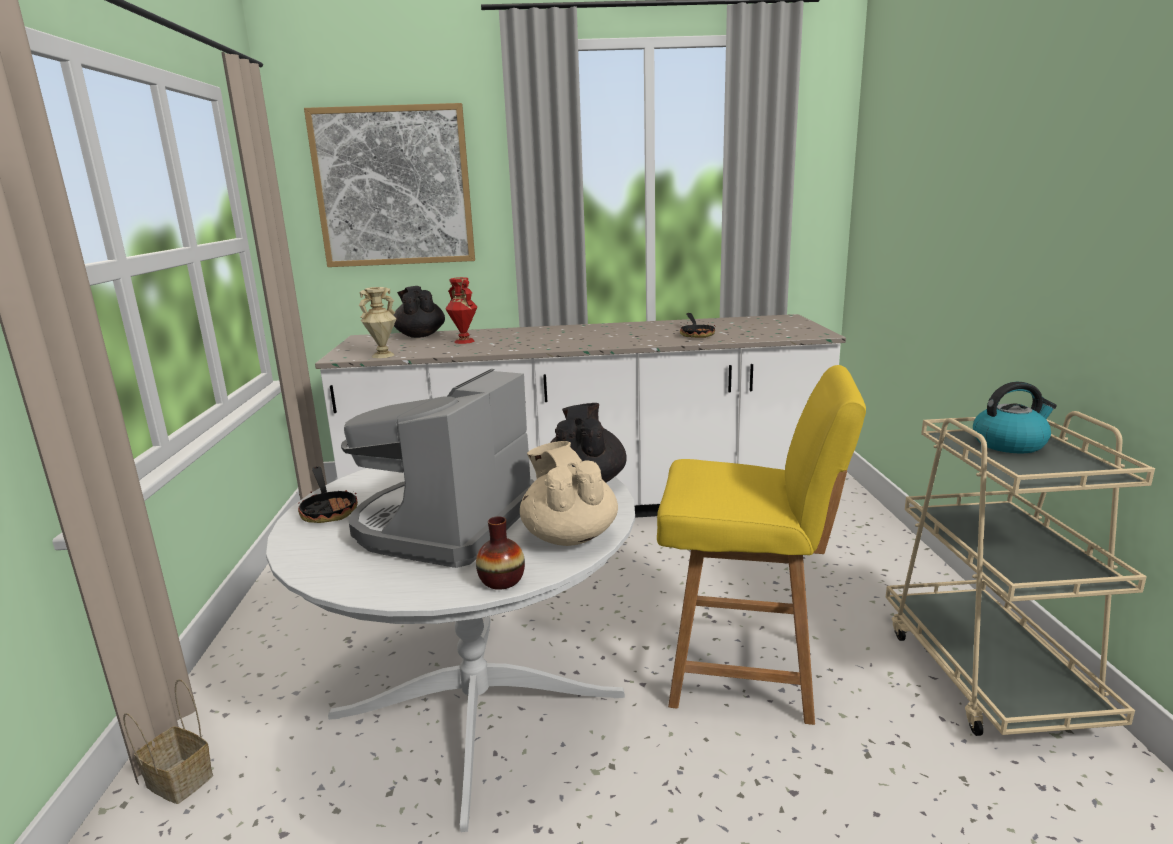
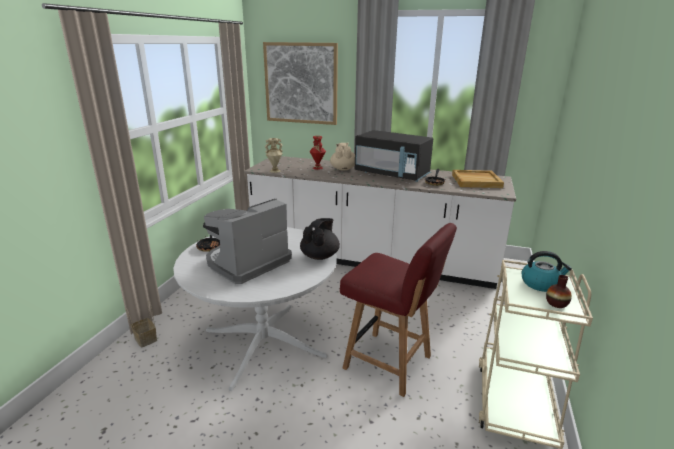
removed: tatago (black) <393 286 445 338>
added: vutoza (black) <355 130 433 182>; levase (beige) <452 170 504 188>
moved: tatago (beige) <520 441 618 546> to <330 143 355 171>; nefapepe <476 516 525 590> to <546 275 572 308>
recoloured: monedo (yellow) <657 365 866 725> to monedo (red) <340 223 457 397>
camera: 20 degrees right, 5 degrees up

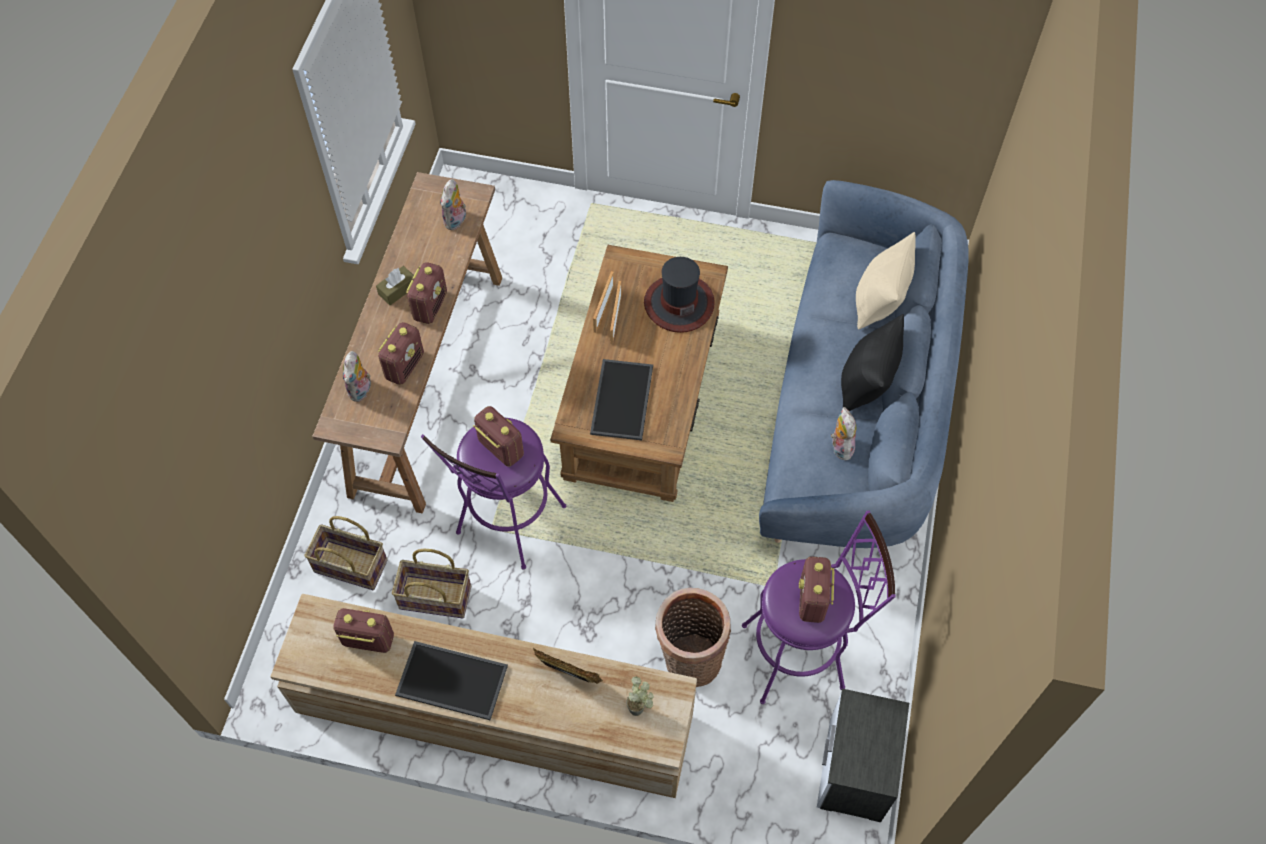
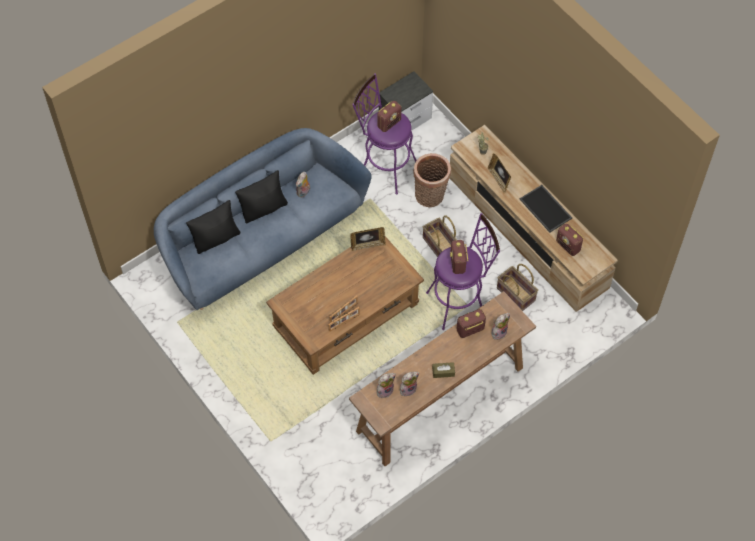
removed: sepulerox <644 257 715 333>; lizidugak <406 262 447 324>; levase <590 359 653 440>
added: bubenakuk <350 227 386 251>; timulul <400 372 420 396>
moved: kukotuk <304 516 388 590> to <423 215 457 257>
recoloured: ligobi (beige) <856 232 916 330> to ligobi (black) <186 200 240 254>
camera: 140 degrees left, 0 degrees up

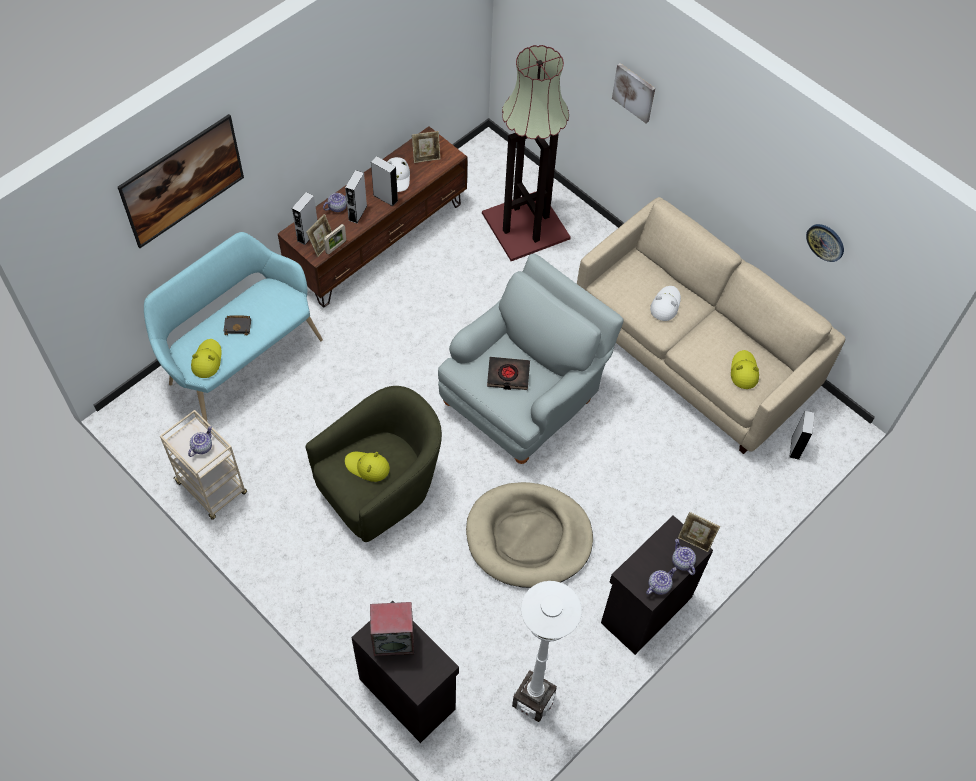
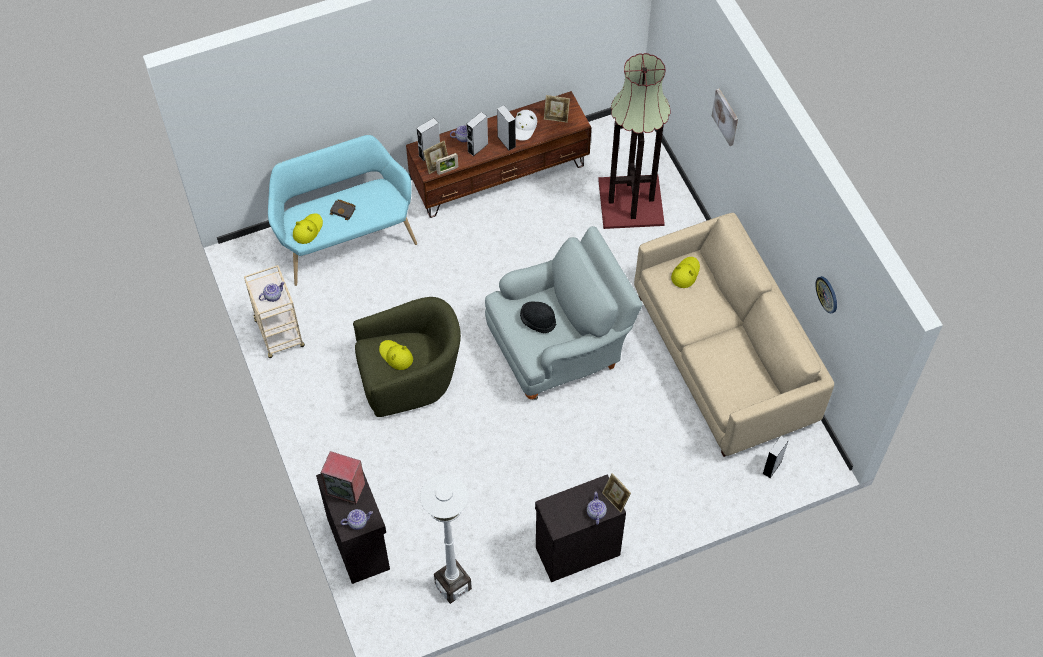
removed: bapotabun <118 114 244 248>; sepulerox (white) <650 286 681 321>; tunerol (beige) <466 482 593 588>
moved: sepulerox (yellow) <731 350 759 389> to <671 257 700 288>; tatago <646 567 676 595> to <341 509 373 530>
replaced: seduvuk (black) <487 357 530 390> to sepulerox (black) <520 301 556 333>
camera: 25 degrees right, 0 degrees up

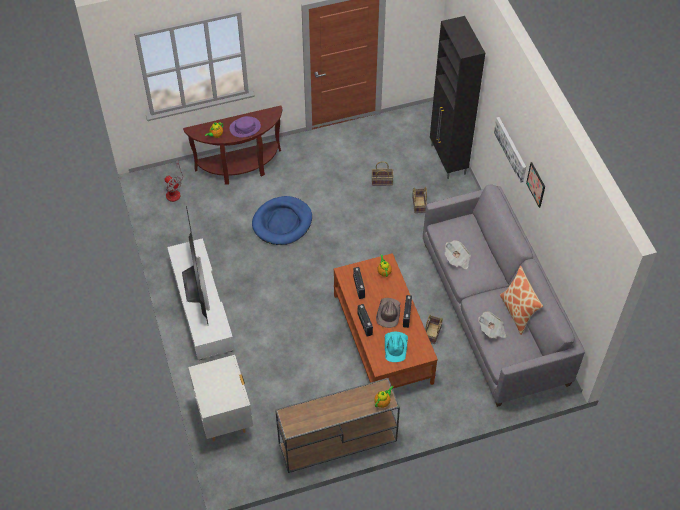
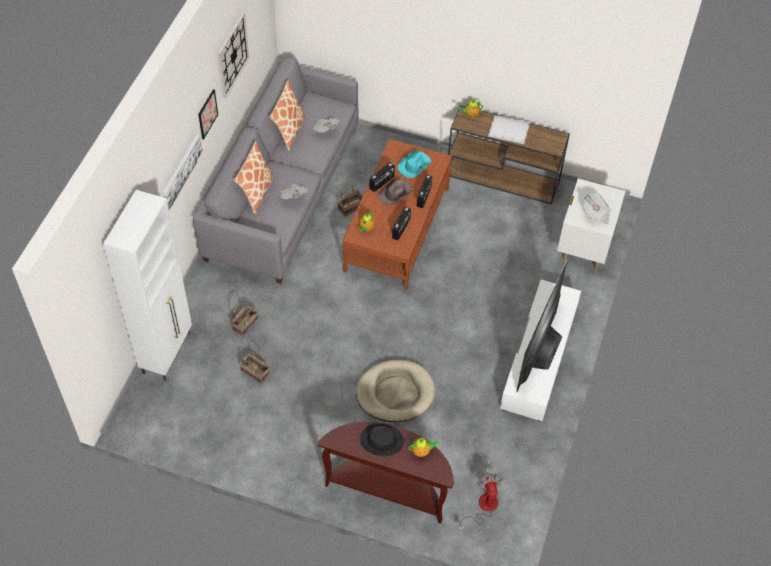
added: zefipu <218 13 249 99>; levase (white) <488 115 530 144>; ligobi <234 141 275 215>; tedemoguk <583 192 611 224>
recoloured: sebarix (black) <430 16 485 179> to sebarix (white) <103 190 192 381>; sepulerox (purple) <229 116 261 138> to sepulerox (black) <360 423 404 456>; tunerol (blue) <252 196 312 245> to tunerol (beige) <356 360 435 422>
camera: 145 degrees left, 0 degrees up

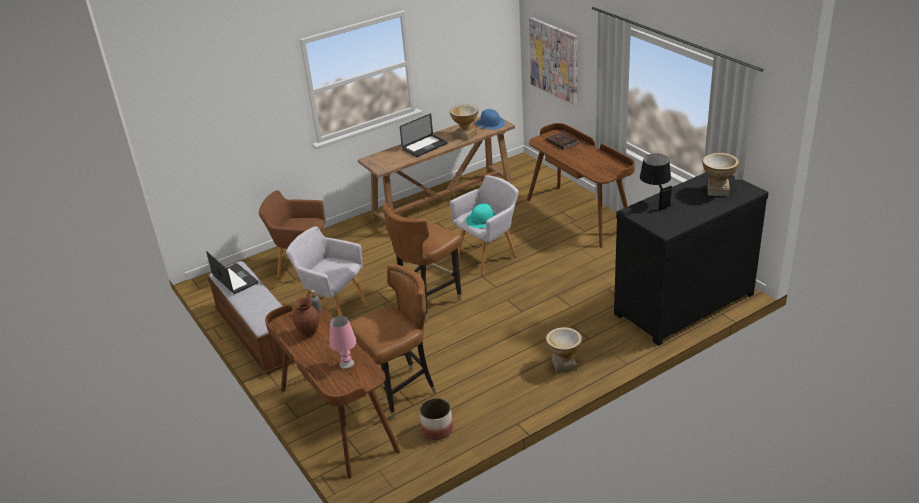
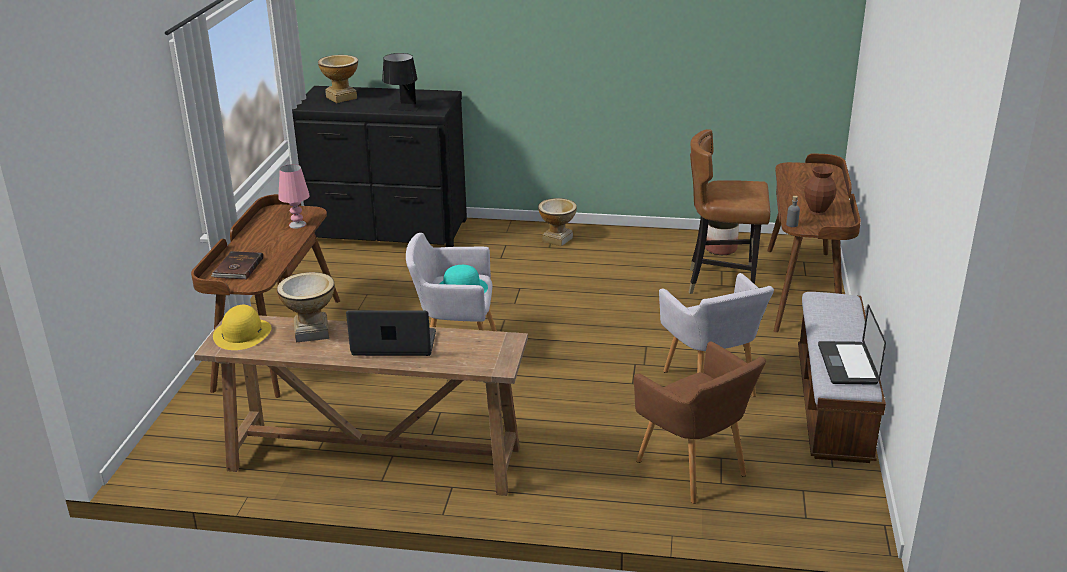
removed: bapotabun <529 17 578 105>; monedo (brown) <383 203 462 322>
moved: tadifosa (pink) <329 316 357 369> to <278 164 310 229>
recoloured: sepulerox (blue) <476 109 505 130> to sepulerox (yellow) <213 305 272 350>
camera: 140 degrees left, 5 degrees down

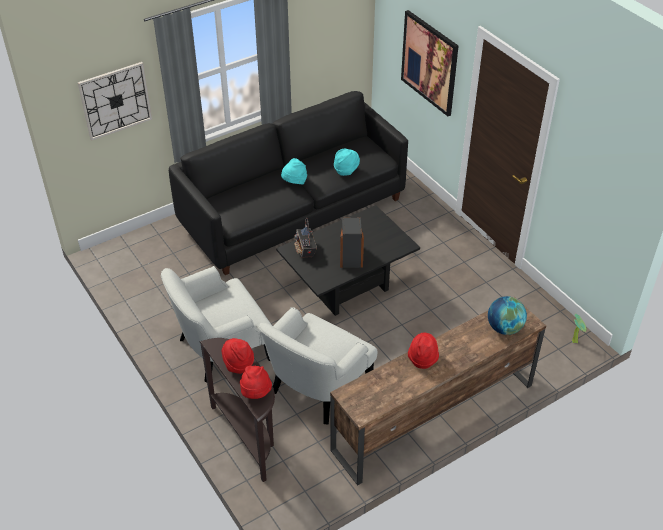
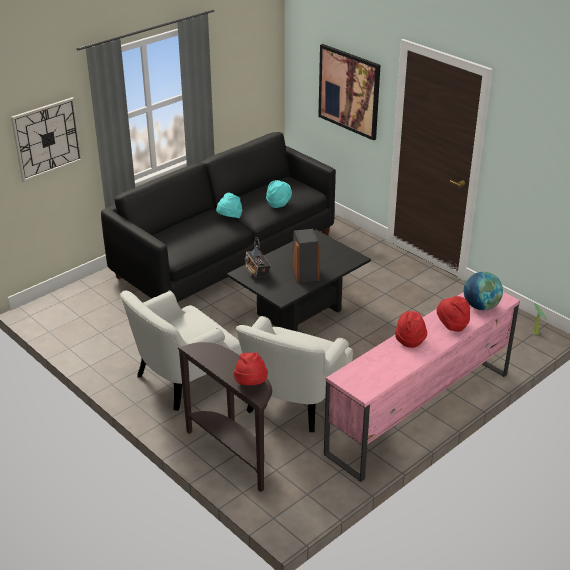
moved: sepulerox (red) <221 338 254 374> to <437 296 470 332>
recoloured: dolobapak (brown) <330 297 546 486> to dolobapak (pink) <324 292 520 482>
camera: 10 degrees left, 10 degrees down

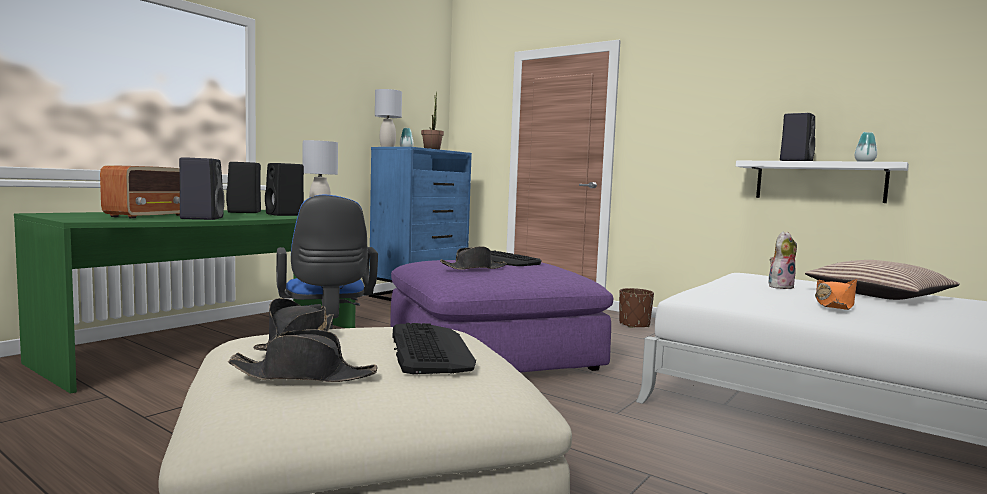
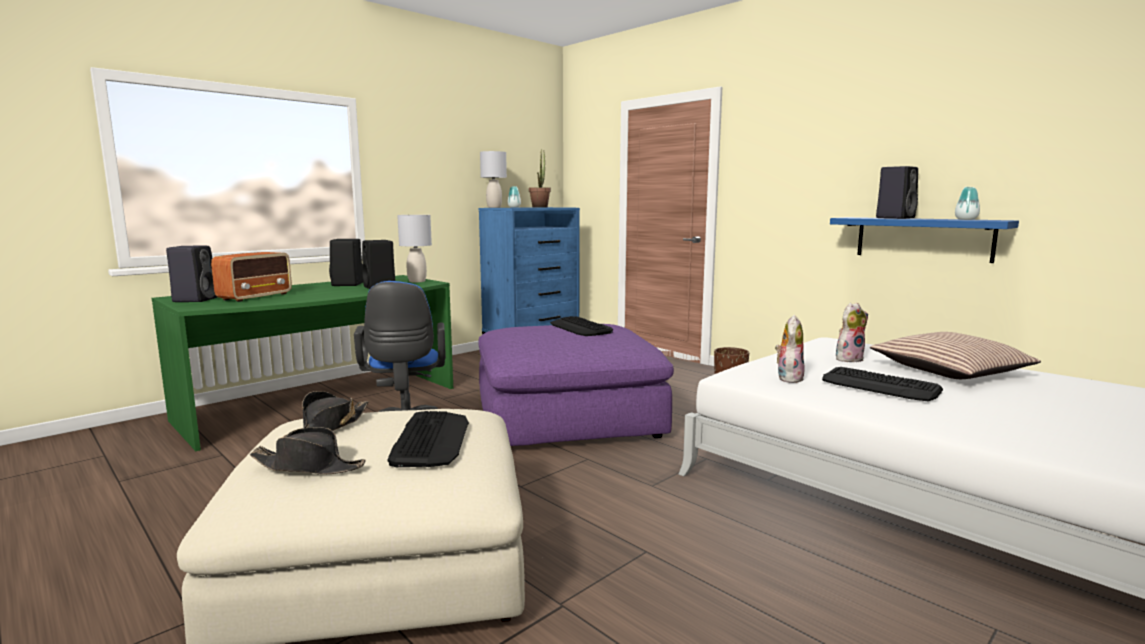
removed: sepulerox (black) <440 246 507 270>
added: timulul <775 315 804 383>
moved: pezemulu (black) <179 157 224 220> to <166 246 217 302>
replaced: sepulerox (orange) <815 279 857 310> to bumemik <822 367 943 401>
recoloured: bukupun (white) <736 161 909 203> to bukupun (blue) <830 217 1019 263>
camera: 10 degrees right, 5 degrees up

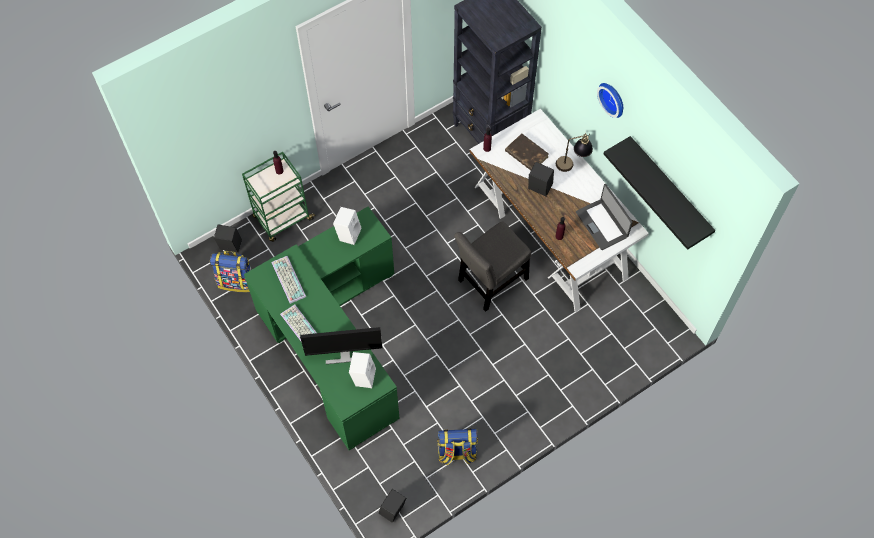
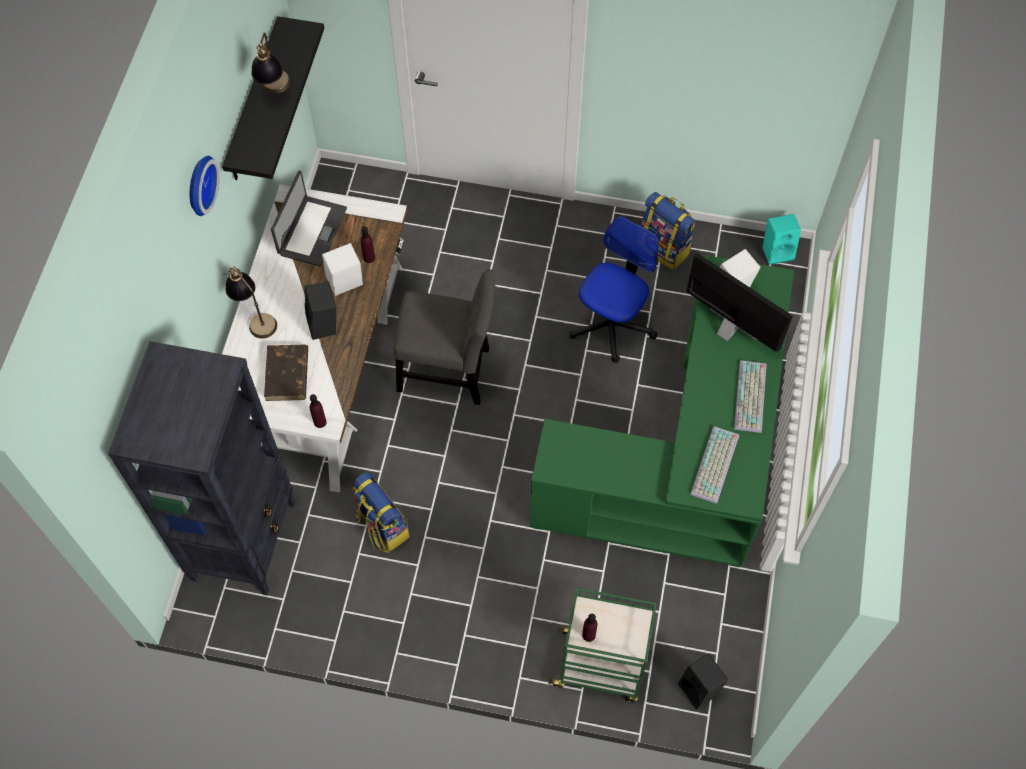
added: tadifosa <251 32 291 94>; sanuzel <569 216 658 363>
moved: pezemulu (white) <333 207 361 245> to <322 243 363 296>; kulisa <210 251 252 292> to <352 472 410 553>
recoloured: pezemulu (black) <379 489 406 523> to pezemulu (turquoise) <762 214 801 265>
camera: 135 degrees left, 0 degrees up

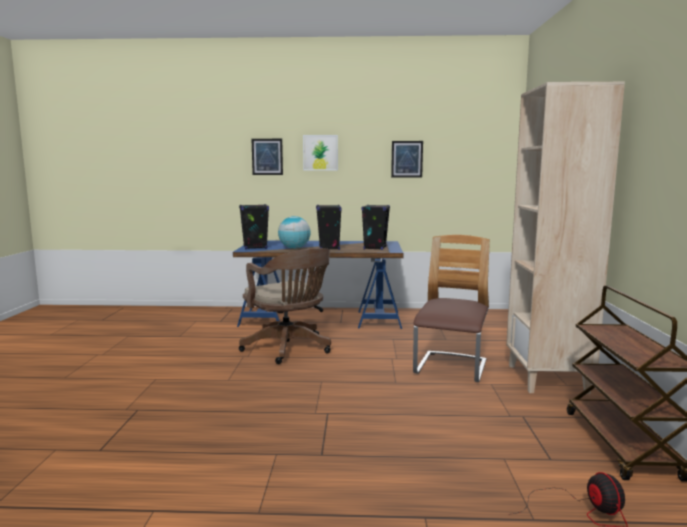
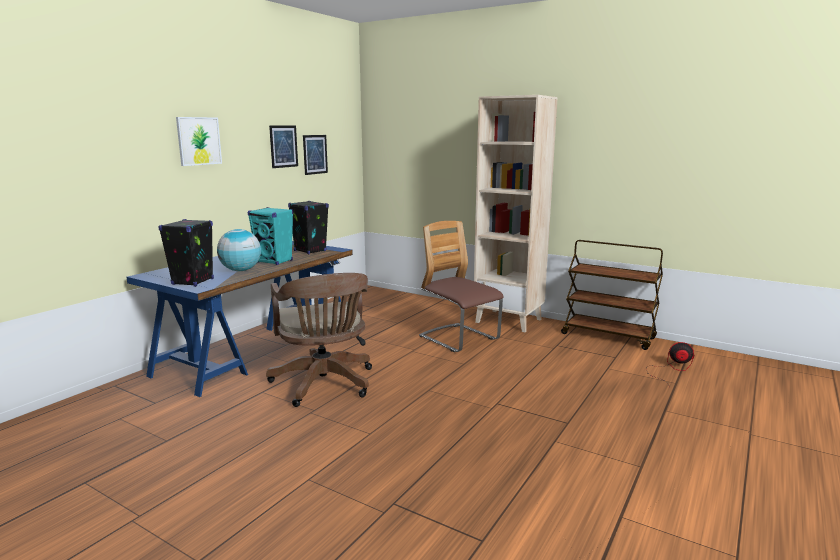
moved: bapotabun <251 139 283 175> to <303 135 328 175>
recoloured: pezemulu (black) <316 205 342 250> to pezemulu (turquoise) <248 207 293 265>
turned: sanuzel (brown) <239 248 331 364> = <266 273 372 407> 75 degrees clockwise
camera: 60 degrees left, 5 degrees up

